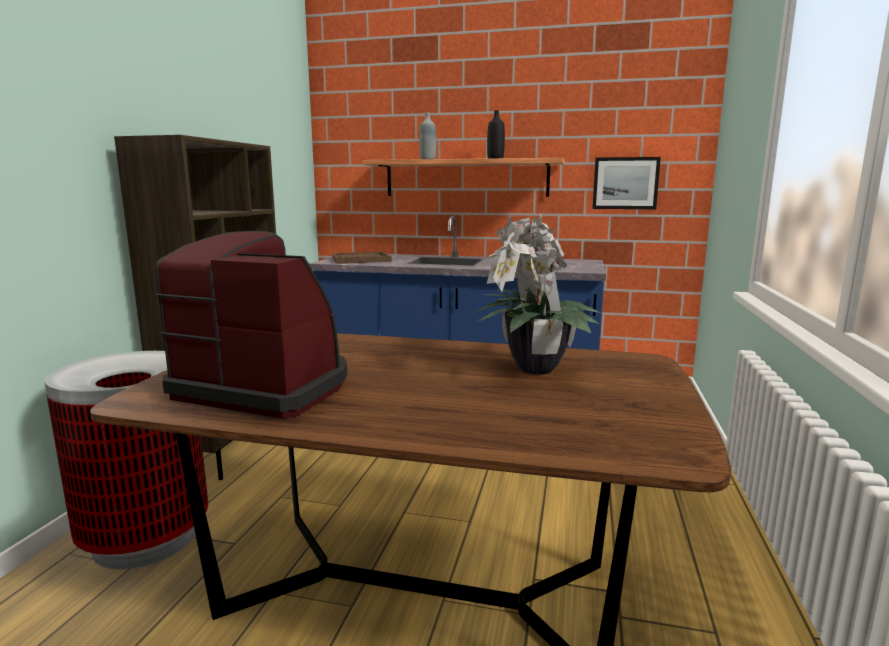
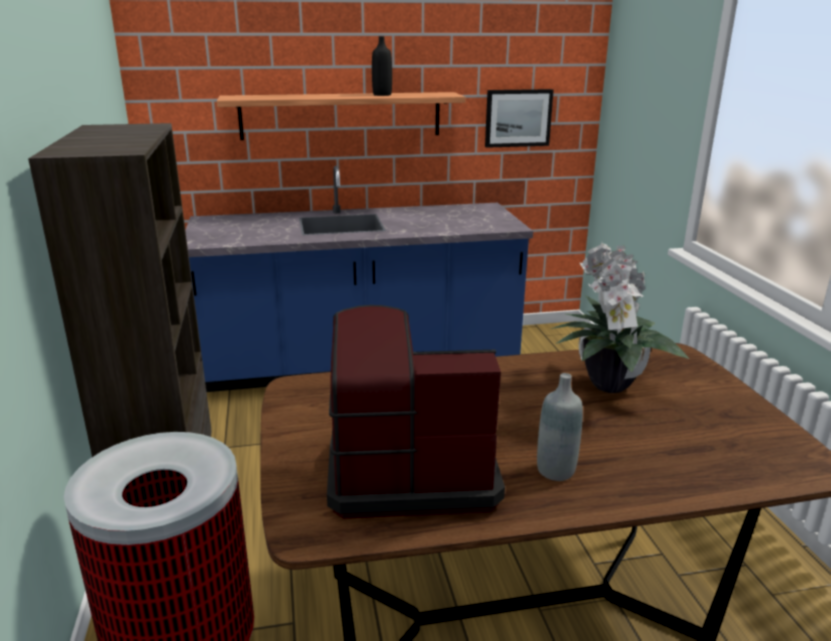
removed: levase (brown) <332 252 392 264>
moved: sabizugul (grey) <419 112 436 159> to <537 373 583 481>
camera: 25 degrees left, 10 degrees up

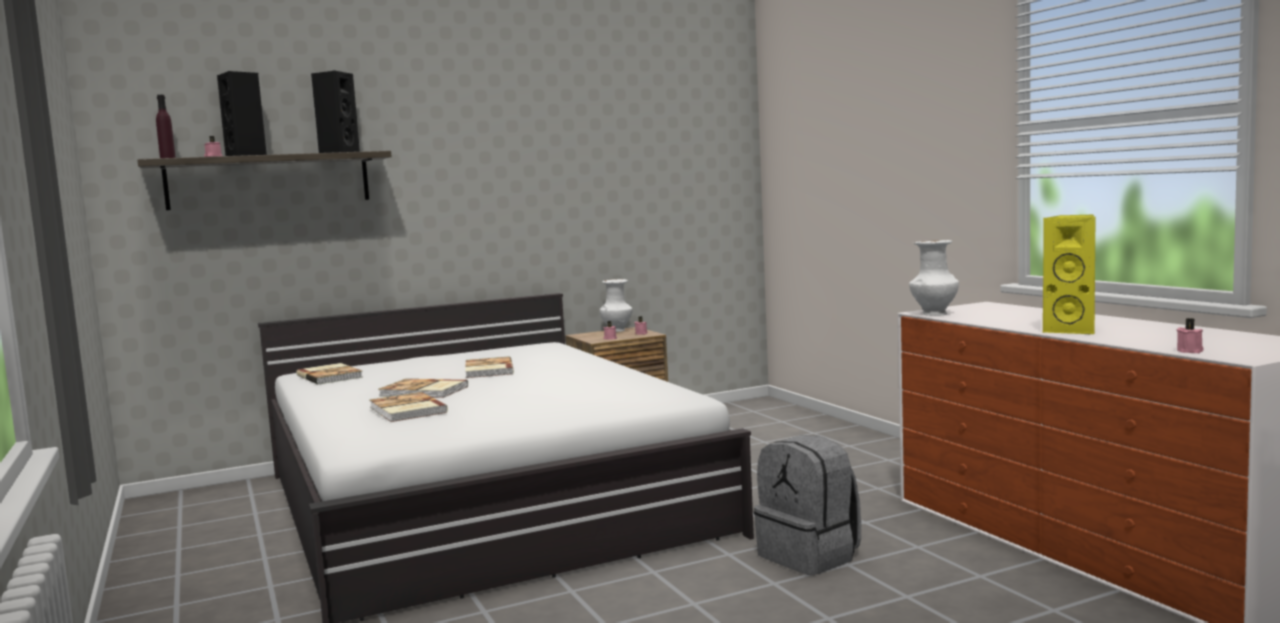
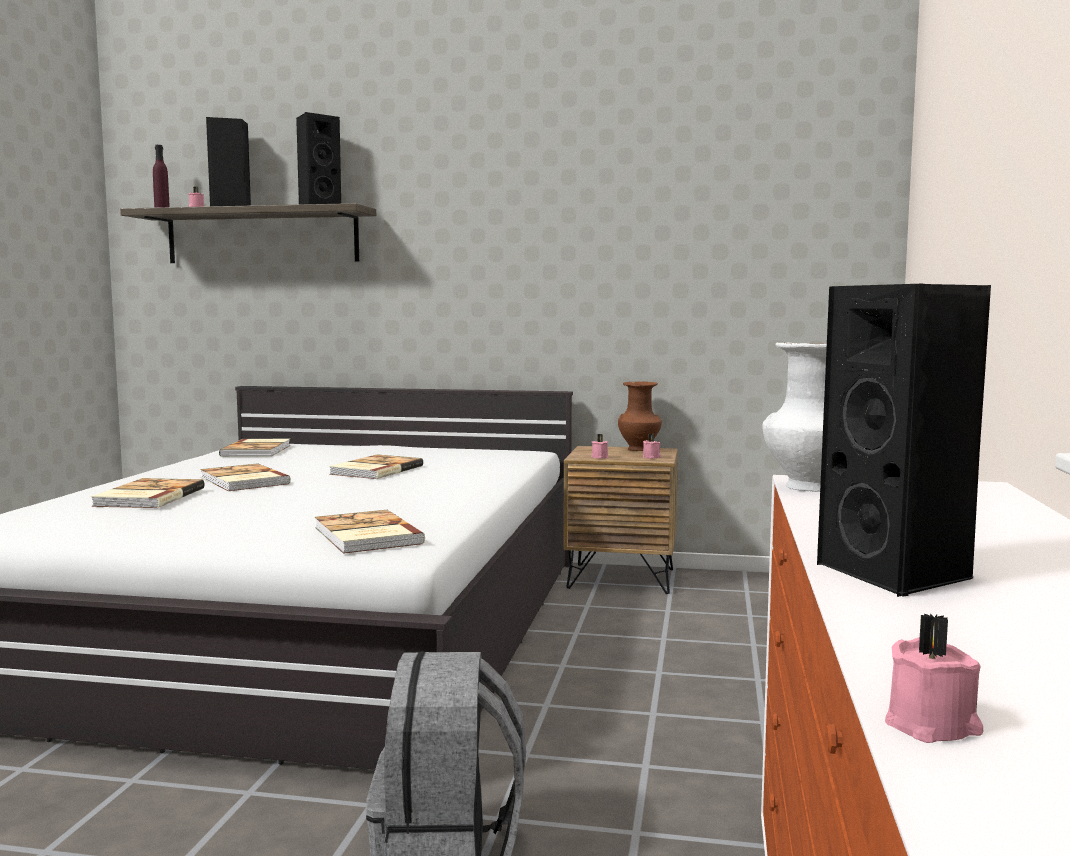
added: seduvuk <315 510 425 554>
recoloured: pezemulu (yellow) <1043 215 1096 334> to pezemulu (black) <817 284 992 597>; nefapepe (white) <600 279 633 332> to nefapepe (brown) <618 381 662 451>
camera: 35 degrees right, 0 degrees up

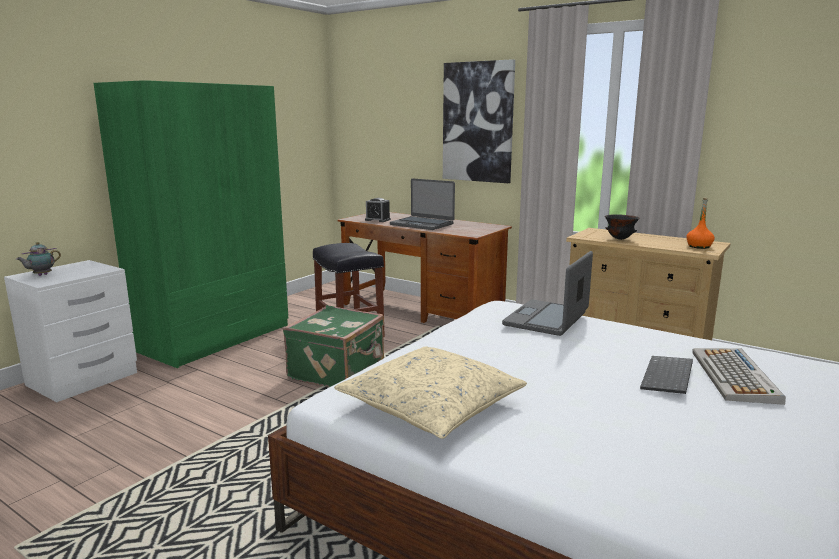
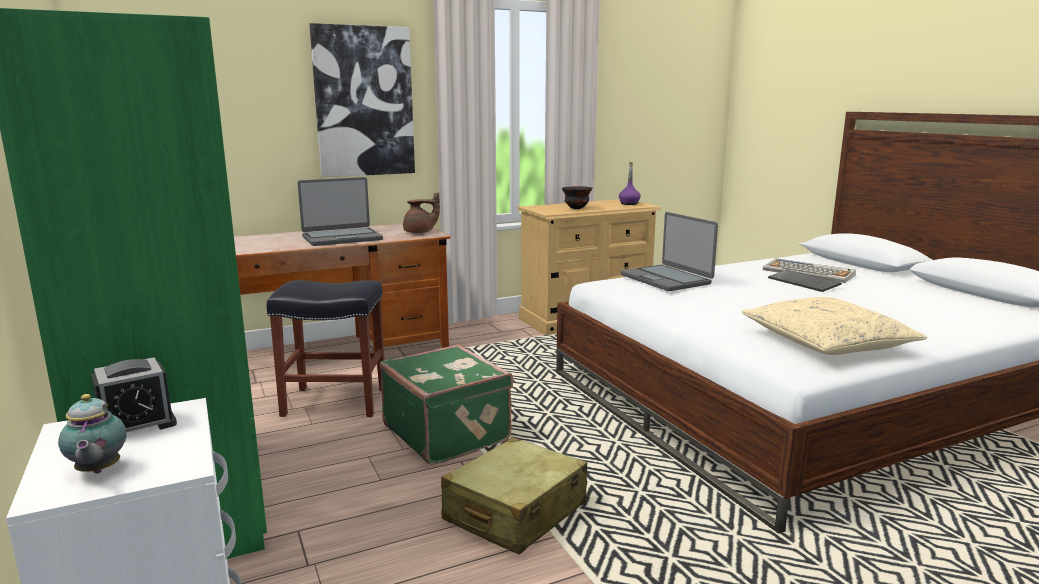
added: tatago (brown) <403 192 440 233>; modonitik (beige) <441 437 587 555>
moved: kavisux <365 198 391 222> to <91 357 177 432>
recoloured: sabizugul (orange) <686 198 715 249> to sabizugul (purple) <619 162 641 205>
camera: 60 degrees left, 0 degrees up

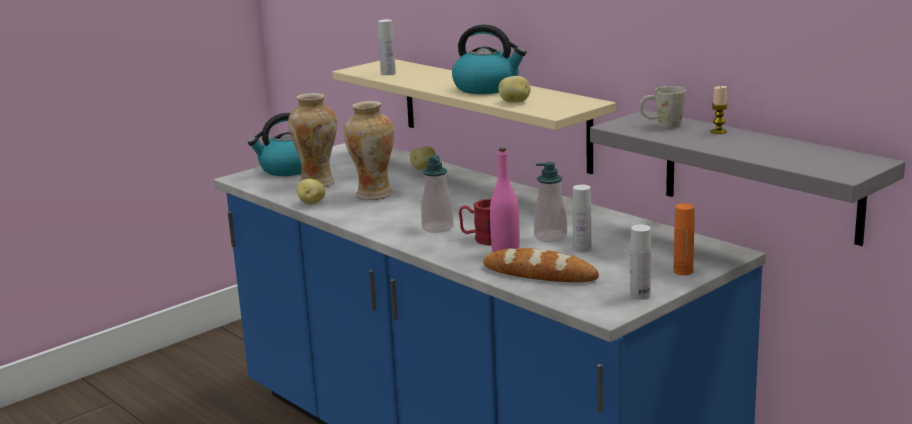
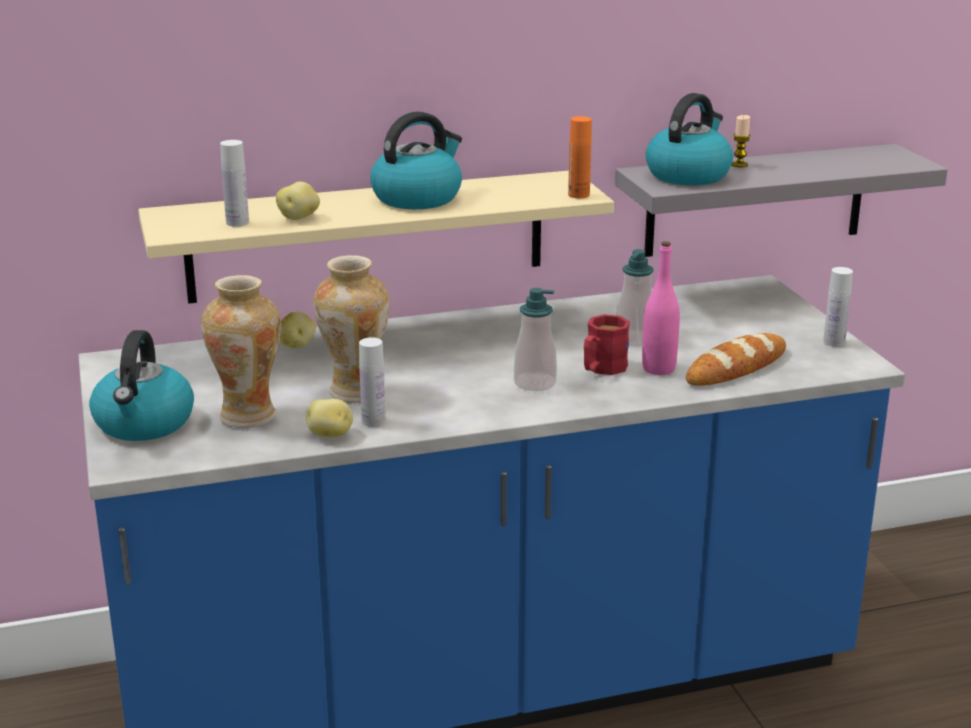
moved: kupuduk <499 76 531 103> to <276 182 320 220>; sabizugul (white) <573 185 591 253> to <359 337 386 427>; sabizugul (orange) <674 203 694 275> to <568 116 592 198>
replaced: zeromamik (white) <639 86 686 128> to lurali <646 93 733 185>
camera: 65 degrees left, 5 degrees up

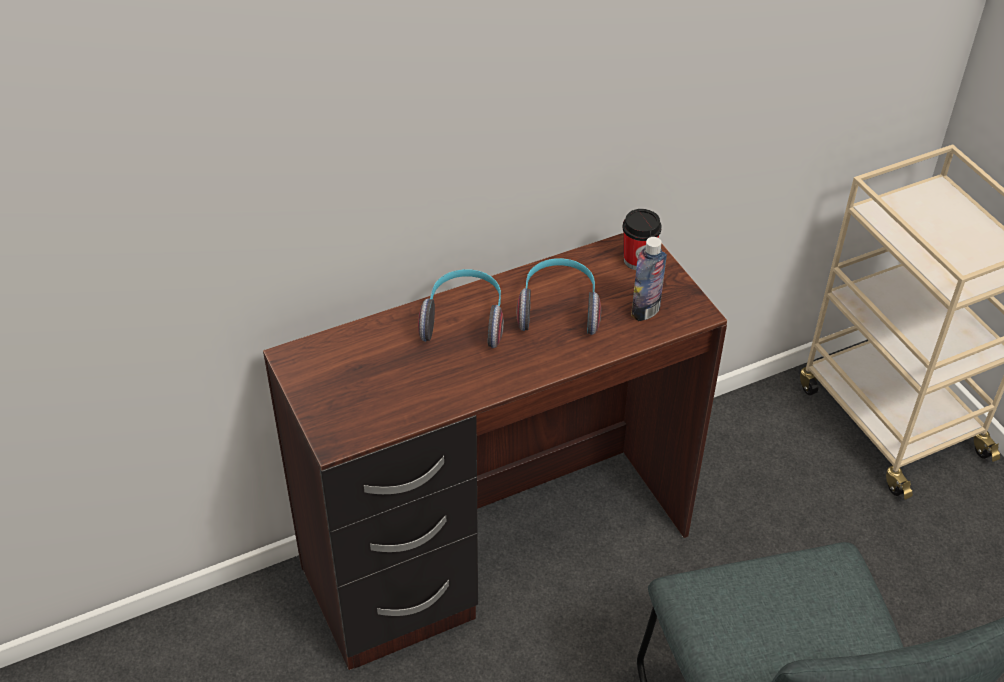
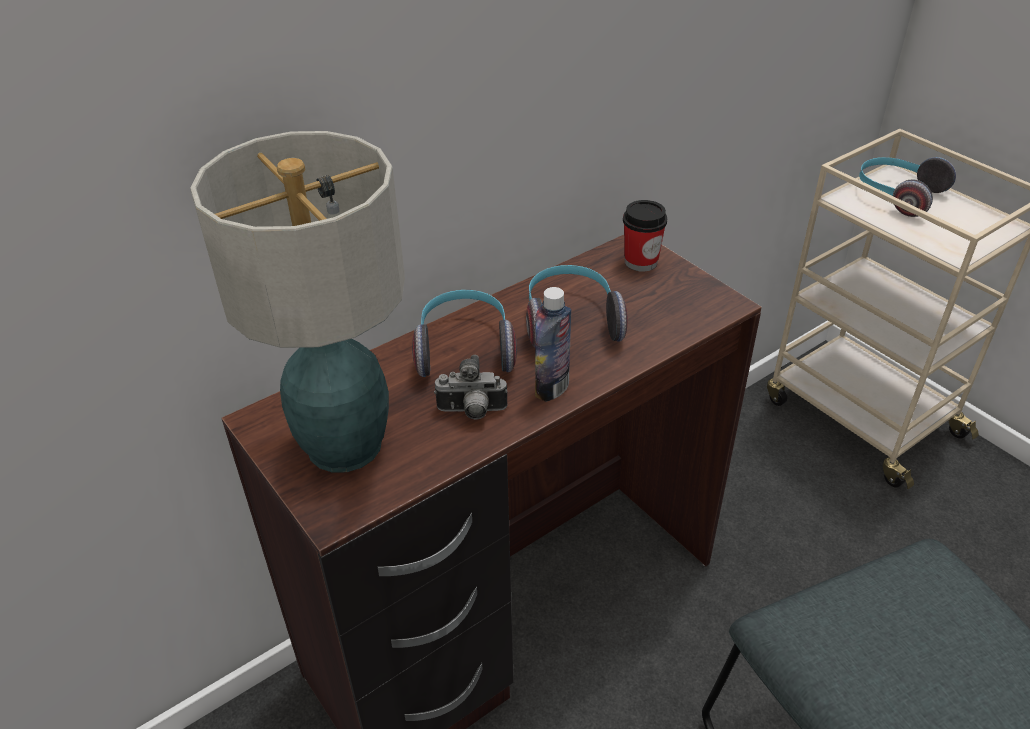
added: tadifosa <190 131 405 473>; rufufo <859 157 956 217>; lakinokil <434 355 508 419>
moved: sabizugul <631 237 667 321> to <535 287 571 402>
camera: 10 degrees left, 5 degrees down

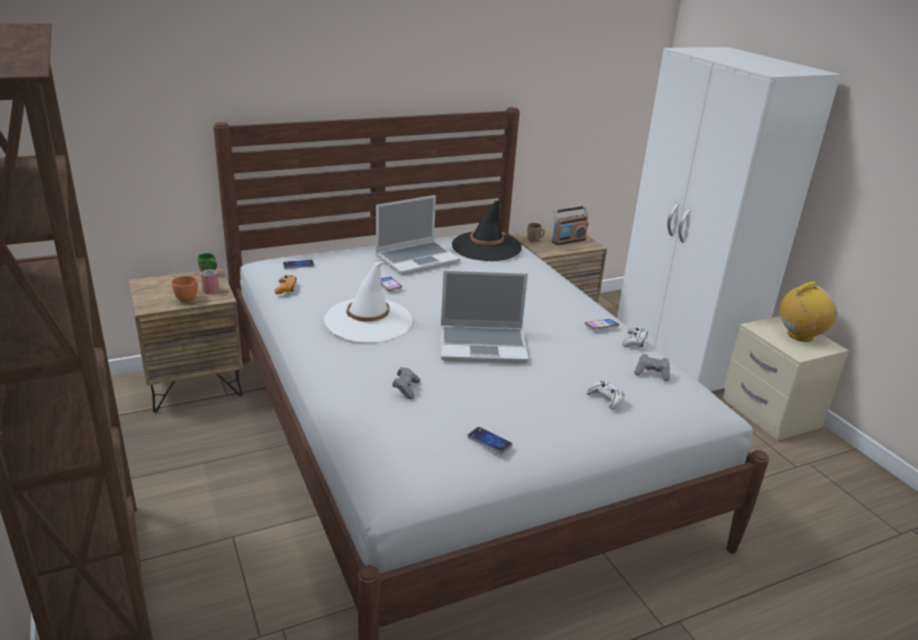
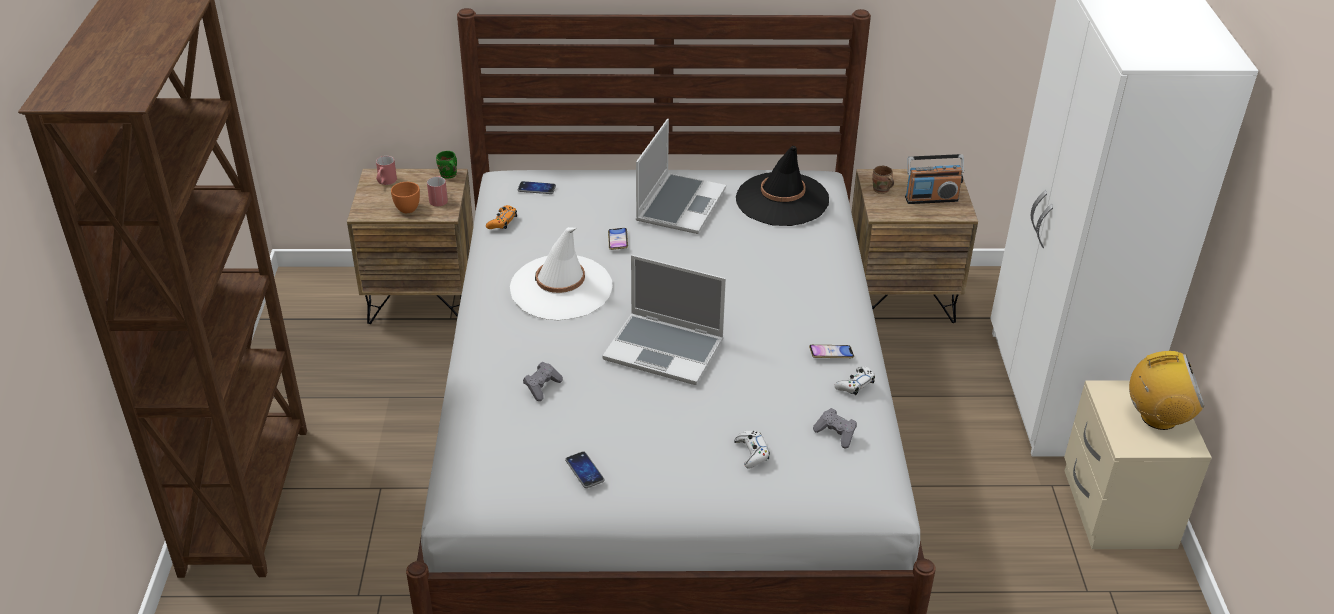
added: zeromamik (red) <376 156 397 185>
turned: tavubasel <375 195 460 275> = <636 119 726 234> 60 degrees counterclockwise
camera: 25 degrees right, 10 degrees up

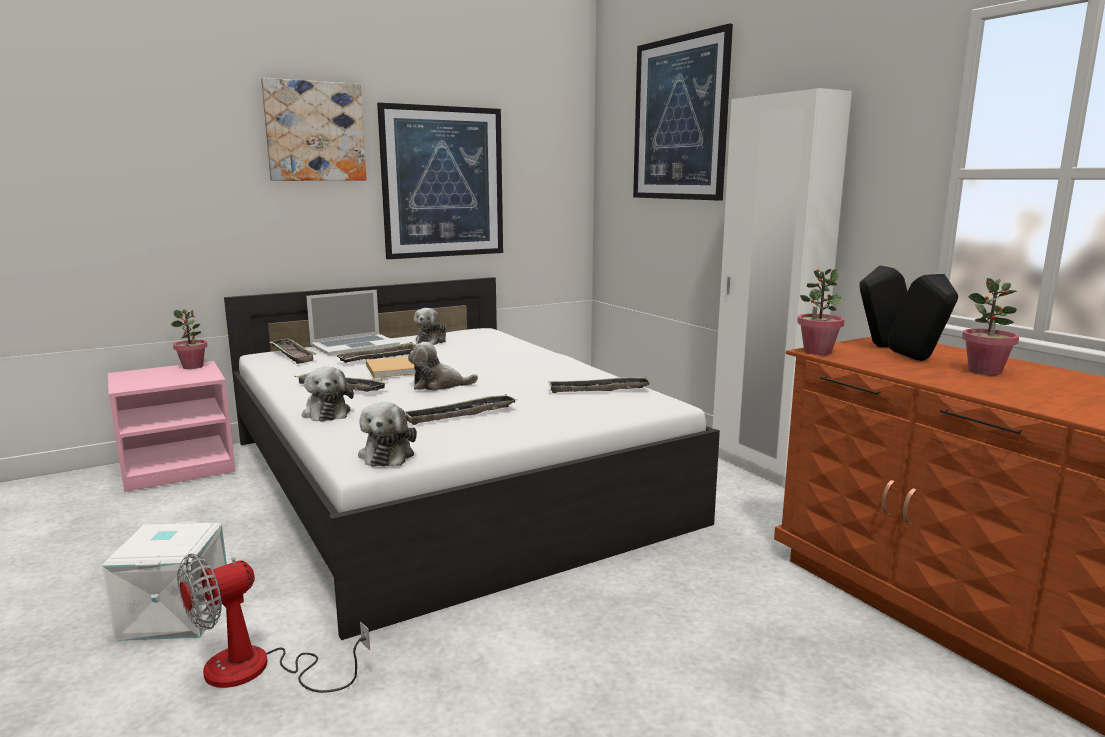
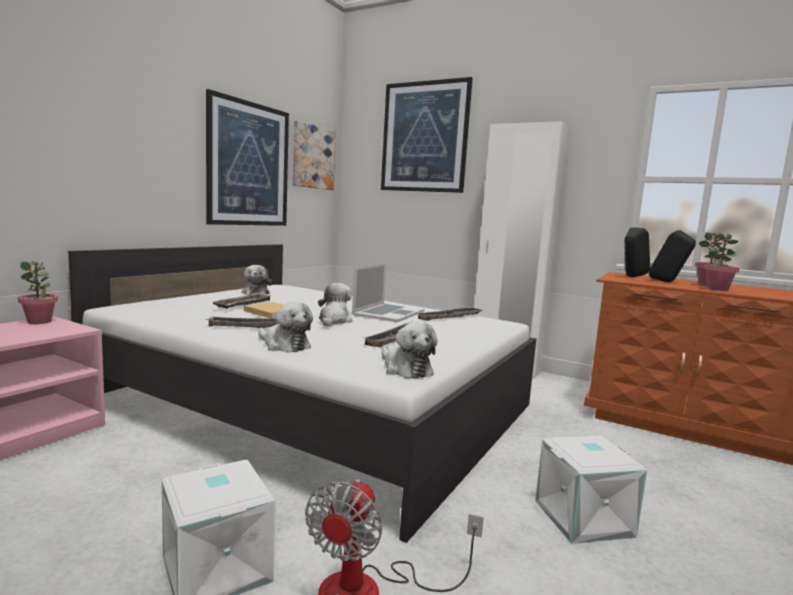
removed: levase <268 338 317 364>
added: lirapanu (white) <535 436 647 544>
moved: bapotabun <261 78 367 181> to <293 120 336 190>; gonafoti <797 269 845 355> to <704 233 739 291>; tavubasel <306 290 400 355> to <352 263 425 322>
turned: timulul <408 342 478 391> = <318 283 352 326> 135 degrees clockwise
camera: 30 degrees left, 5 degrees down

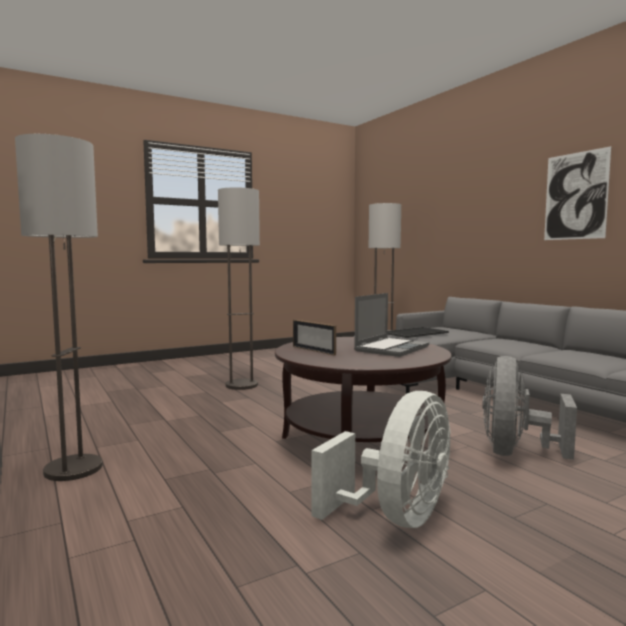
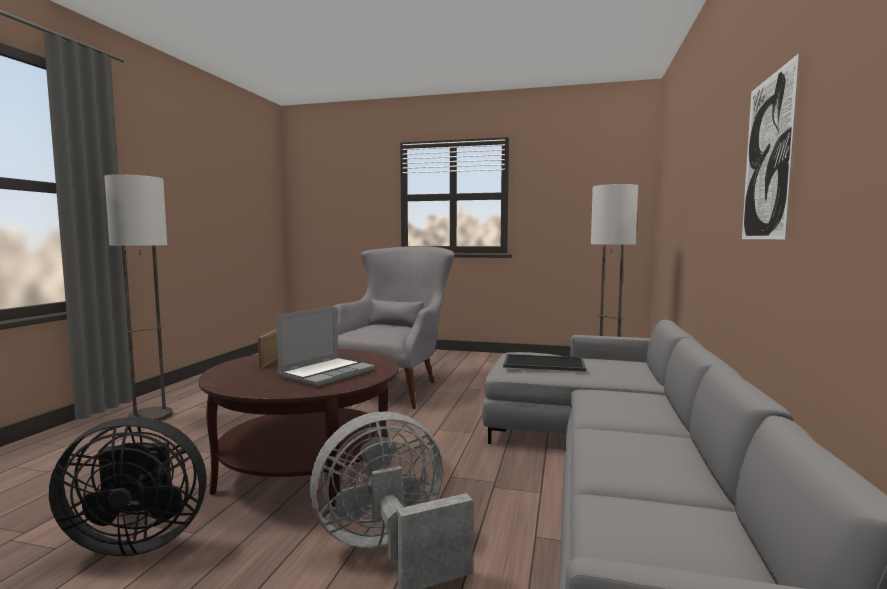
replaced: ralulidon <218 187 260 390> to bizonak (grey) <333 246 455 409>
recoloured: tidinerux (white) <312 391 451 528> to tidinerux (black) <49 417 207 556>
turned: tavubasel <354 293 429 357> = <276 307 375 387> 45 degrees counterclockwise
camera: 45 degrees right, 0 degrees up

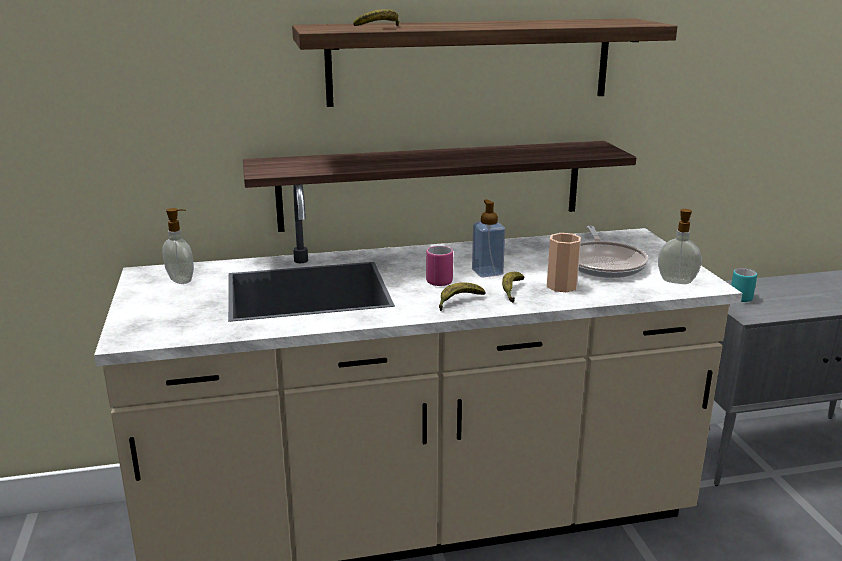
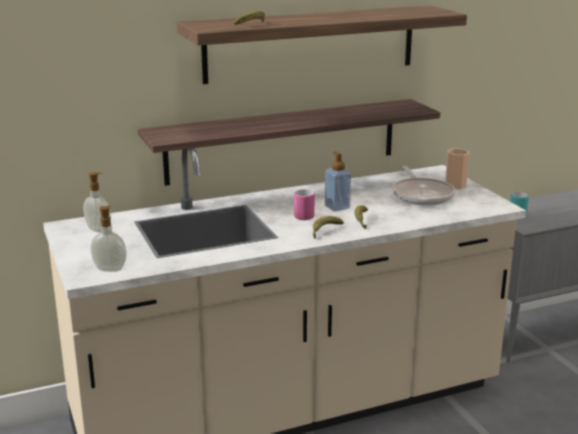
moved: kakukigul <658 209 701 284> to <91 206 127 272>; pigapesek <547 233 581 292> to <445 148 469 189>
camera: 10 degrees left, 0 degrees up

